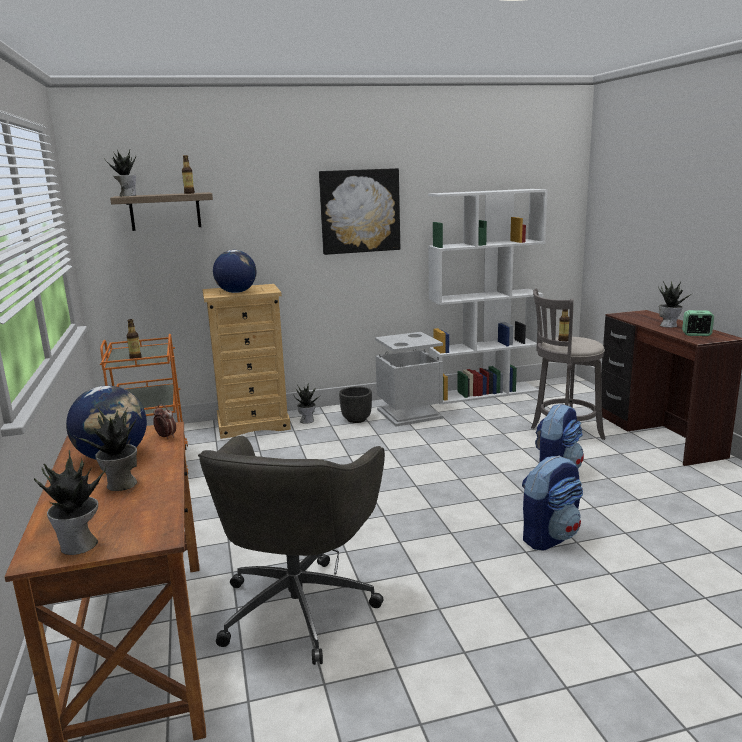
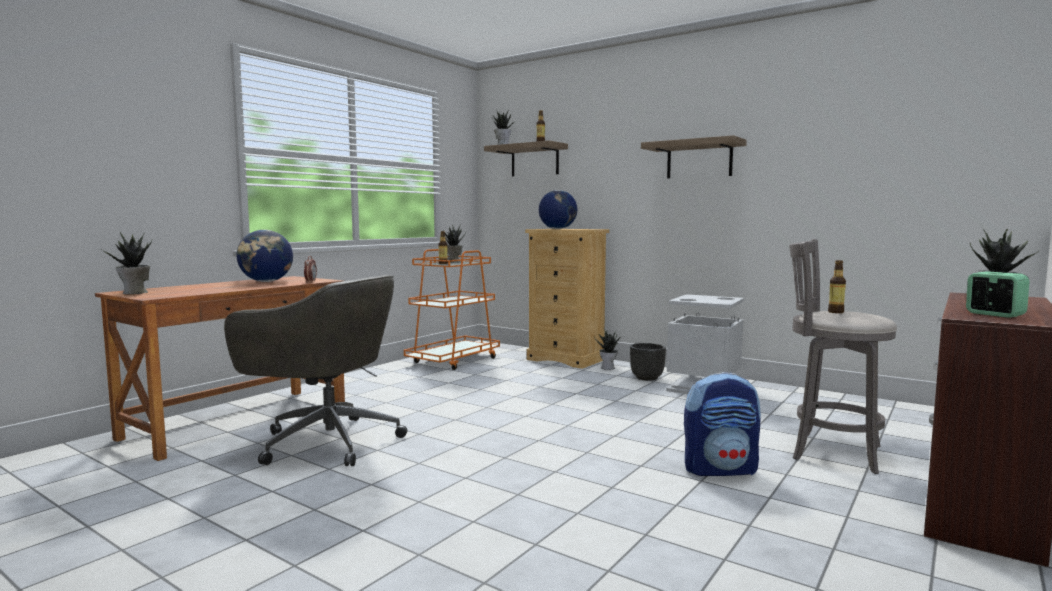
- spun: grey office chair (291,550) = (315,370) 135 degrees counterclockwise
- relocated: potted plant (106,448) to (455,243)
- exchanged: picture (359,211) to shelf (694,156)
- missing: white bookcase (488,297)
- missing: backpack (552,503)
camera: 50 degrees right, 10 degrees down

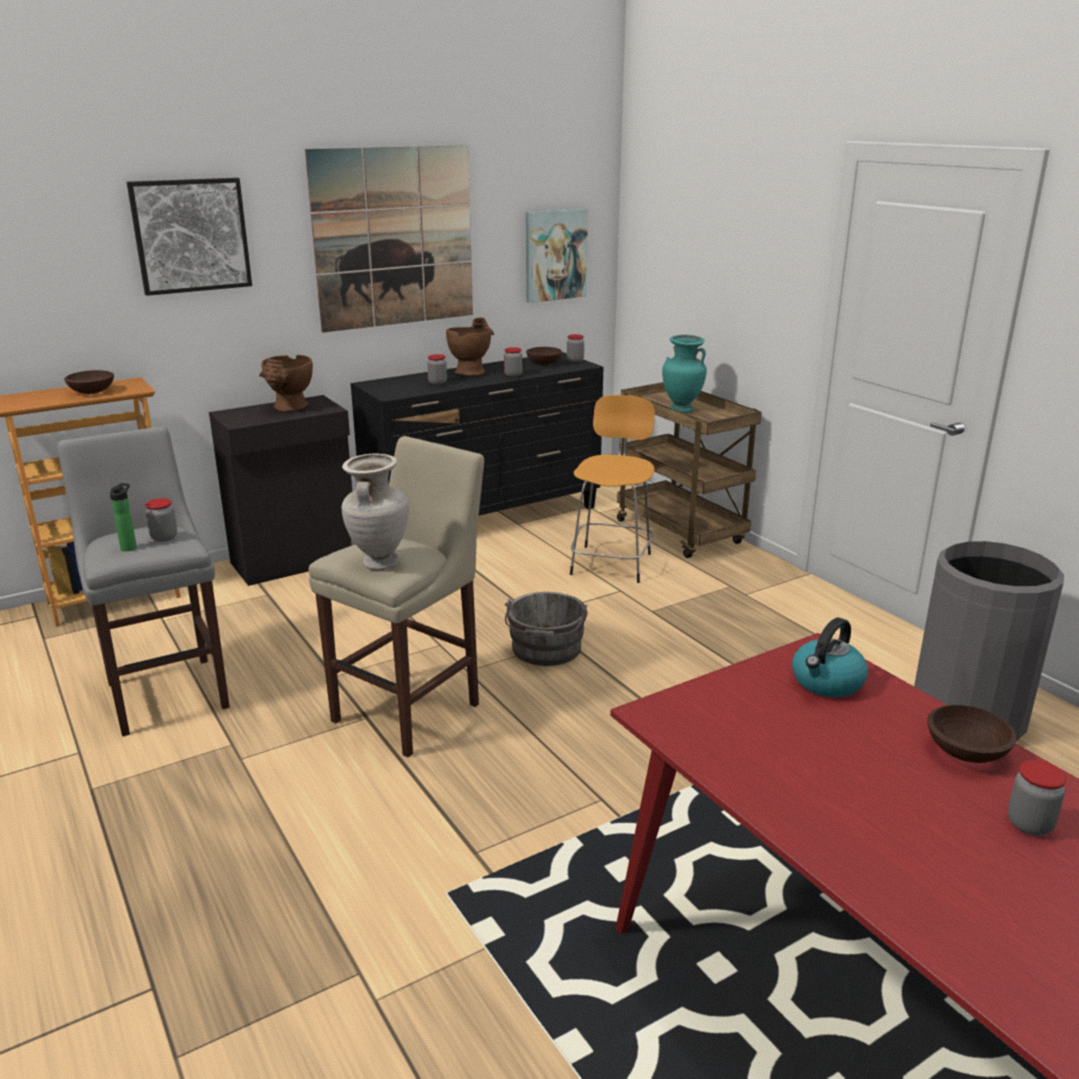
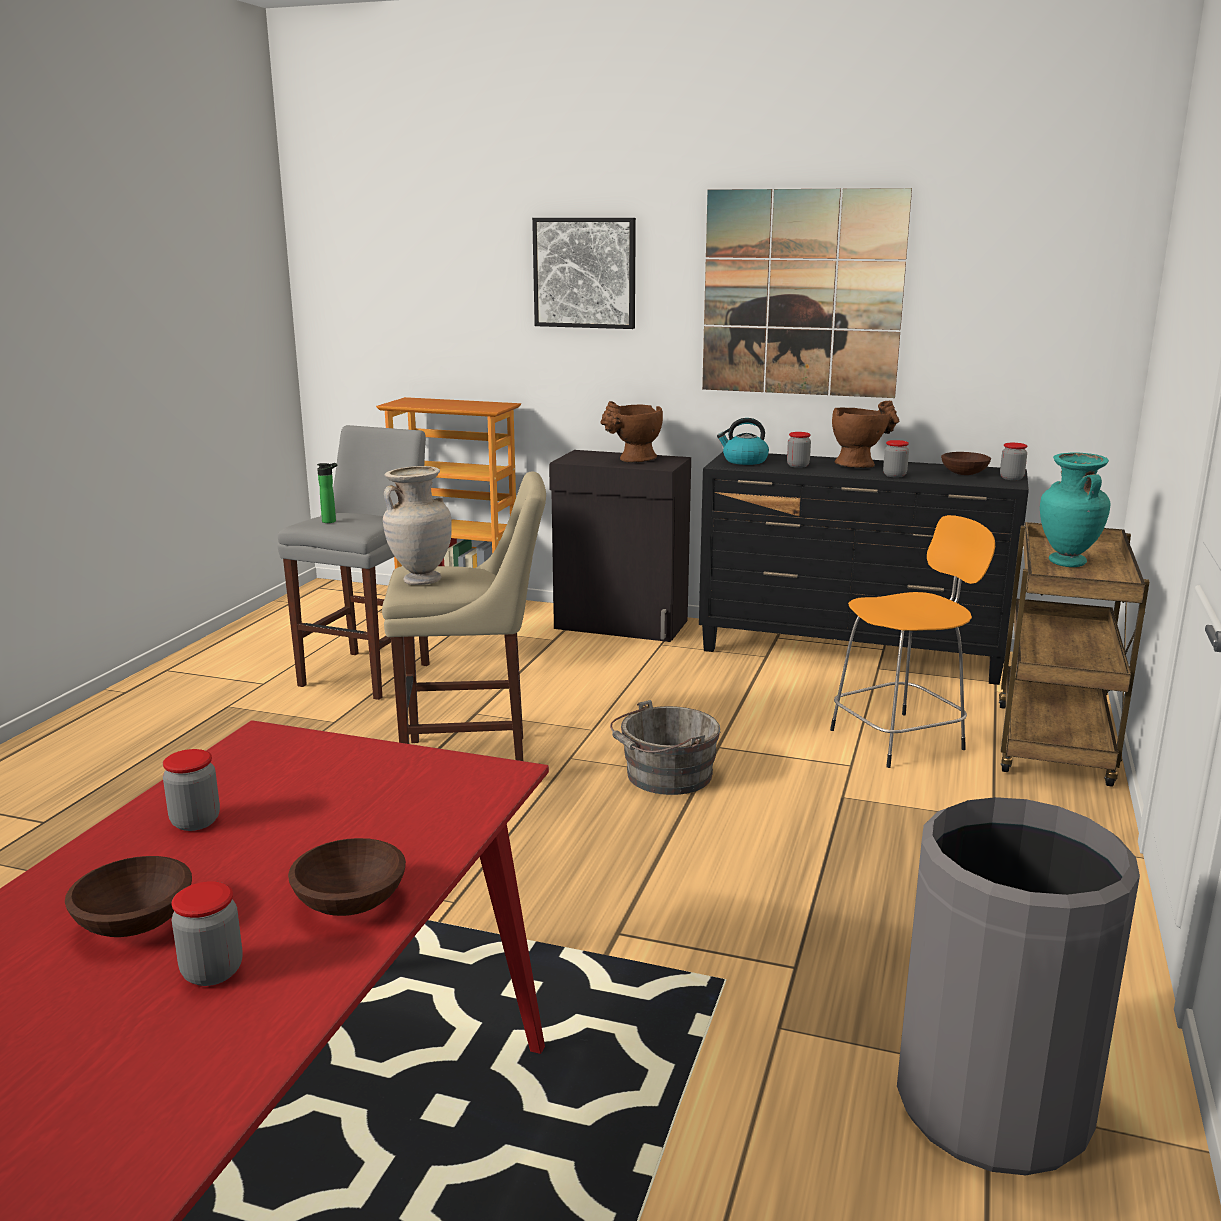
- relocated: brown bowl (89,382) to (128,896)
- relocated: jar (161,520) to (191,790)
- relocated: kettle (830,658) to (743,441)
- missing: picture (557,255)
camera: 50 degrees right, 5 degrees down

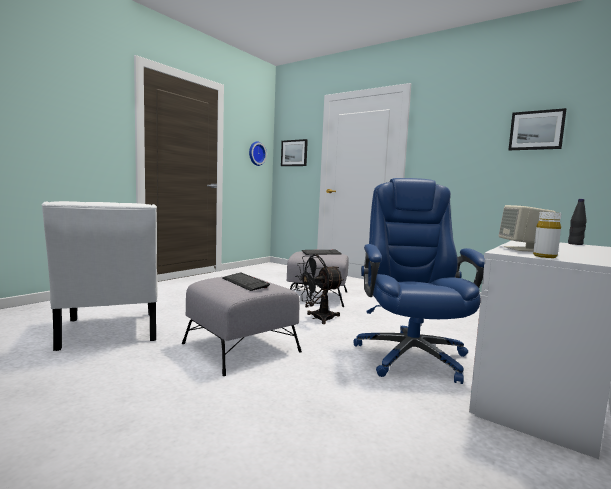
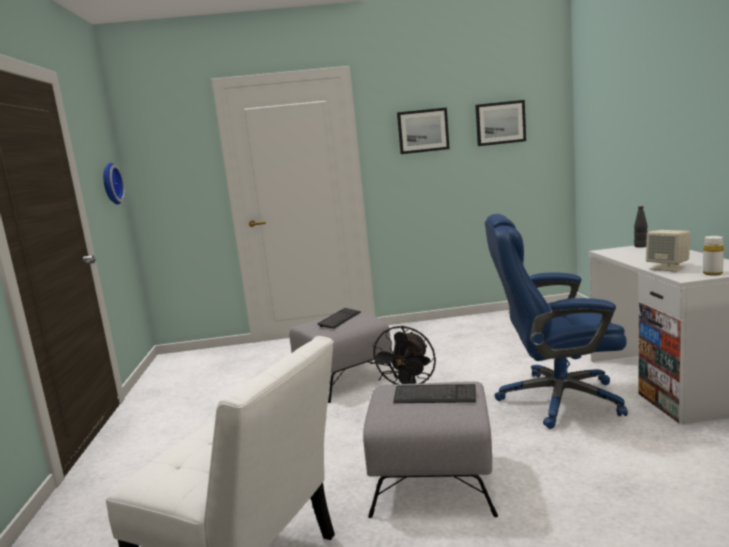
- relocated: picture (294,152) to (423,131)
- spun: blue office chair (419,281) = (556,321) 45 degrees counterclockwise
camera: 40 degrees left, 5 degrees up

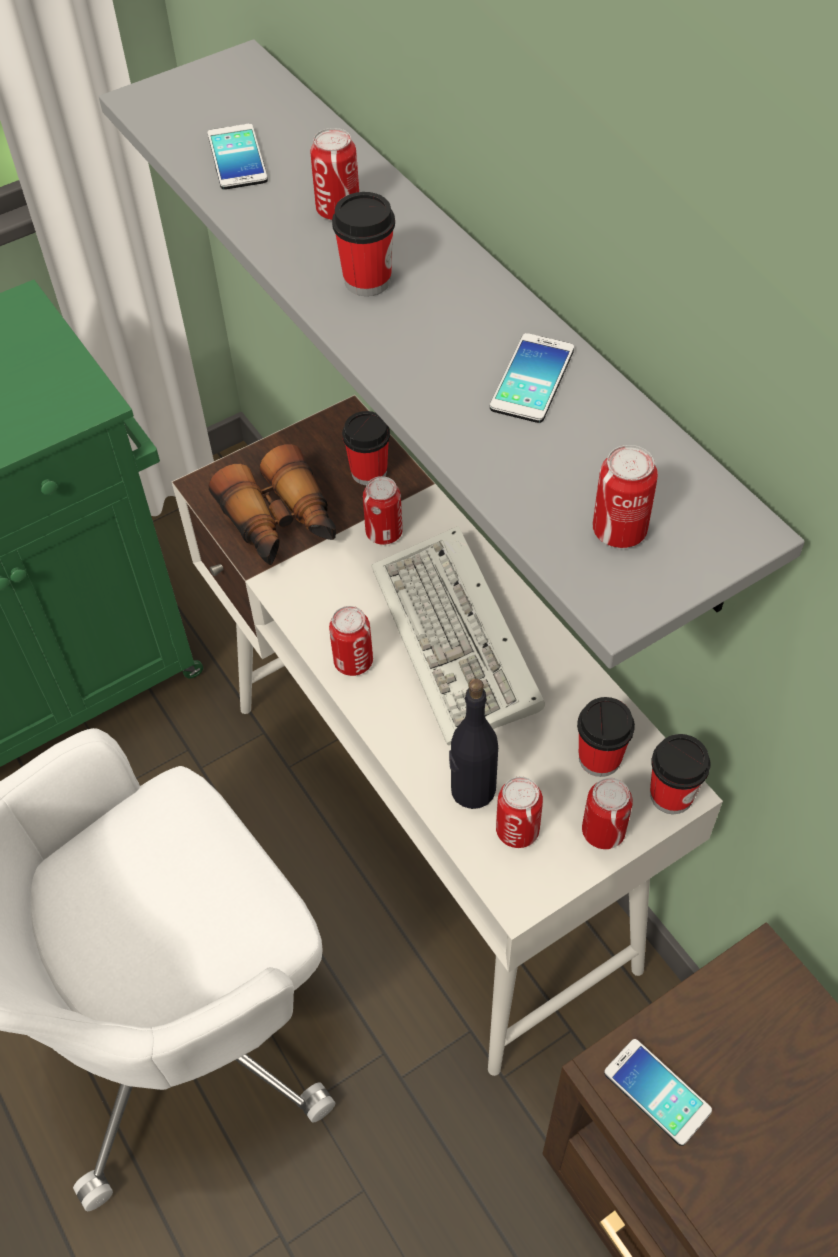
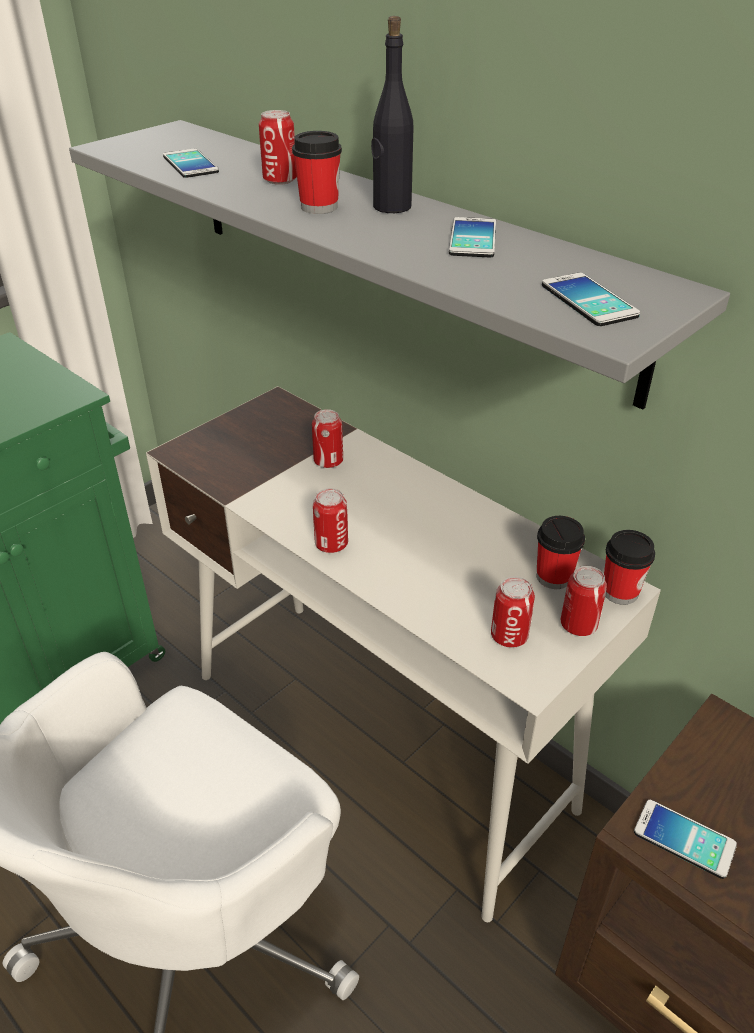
- relocated: black bottle (473,744) to (392,114)
- exchanged: can (625,496) to phone (591,299)
- missing: binoculars (272,504)
- missing: cup (366,448)
- missing: keyboard (458,635)
camera: 15 degrees left, 15 degrees down

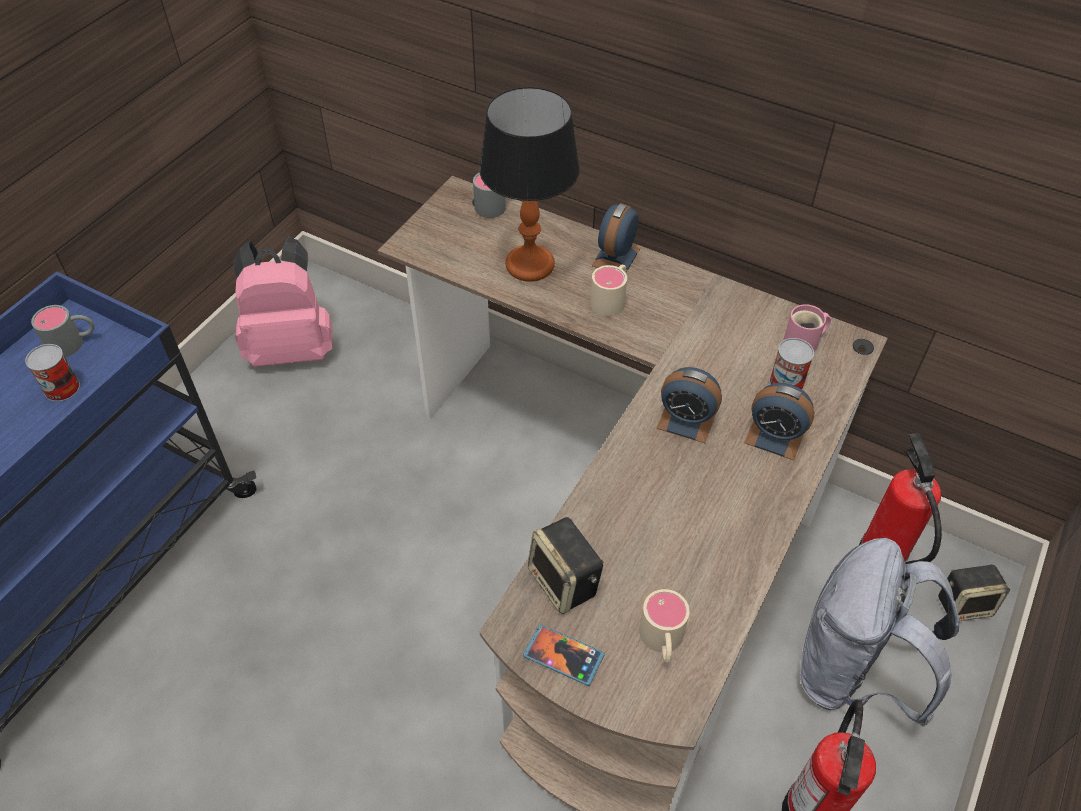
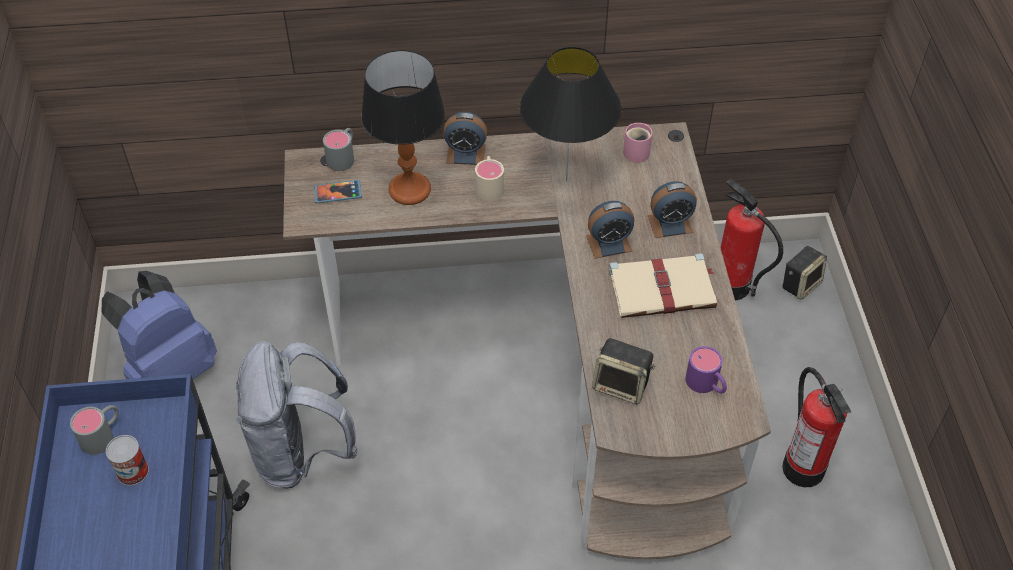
- colour: pink backpack (282,302) to blue backpack (159,325)
- relocated: grey backpack (879,632) to (297,415)
- relocated: phone (564,655) to (338,191)
- spun: alarm clock (616,237) = (465,138) 75 degrees counterclockwise
- appeared: black table lamp (571,114)
- appeared: beige book (663,285)
- colour: beige mug (664,626) to purple mug (706,370)
- missing: can (791,364)
camera: 35 degrees left, 0 degrees up

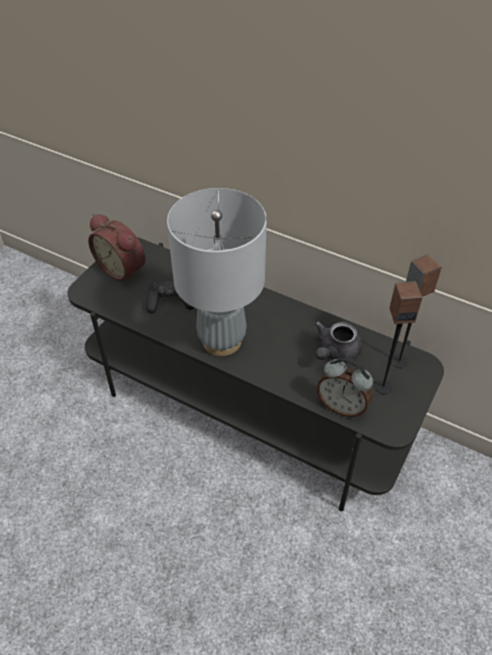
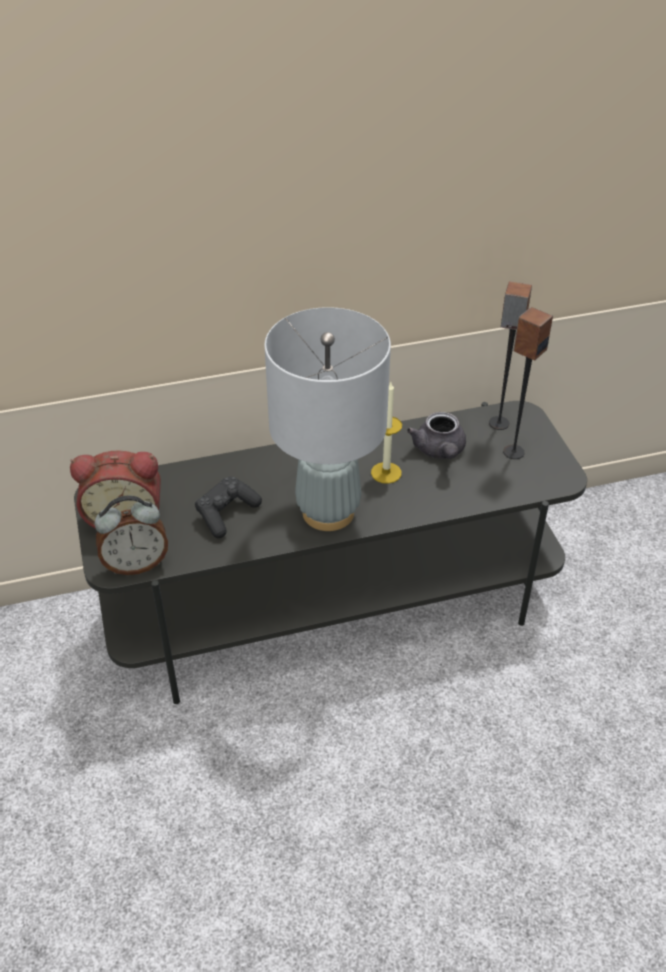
- relocated: alarm clock (345,387) to (131,535)
- appeared: candle (386,433)
camera: 45 degrees left, 5 degrees down

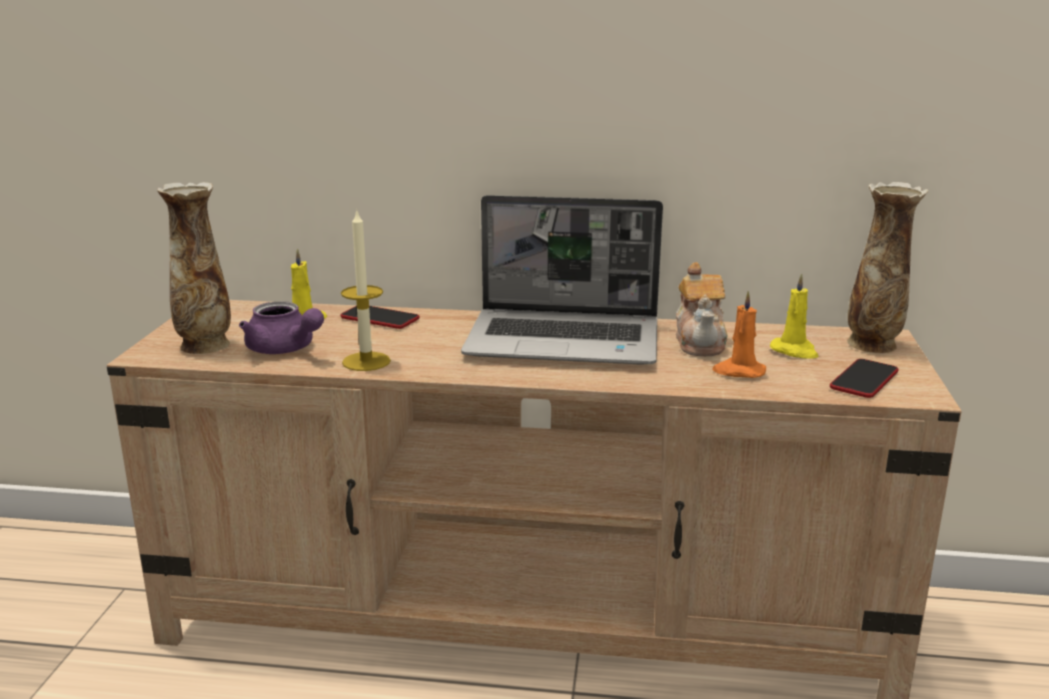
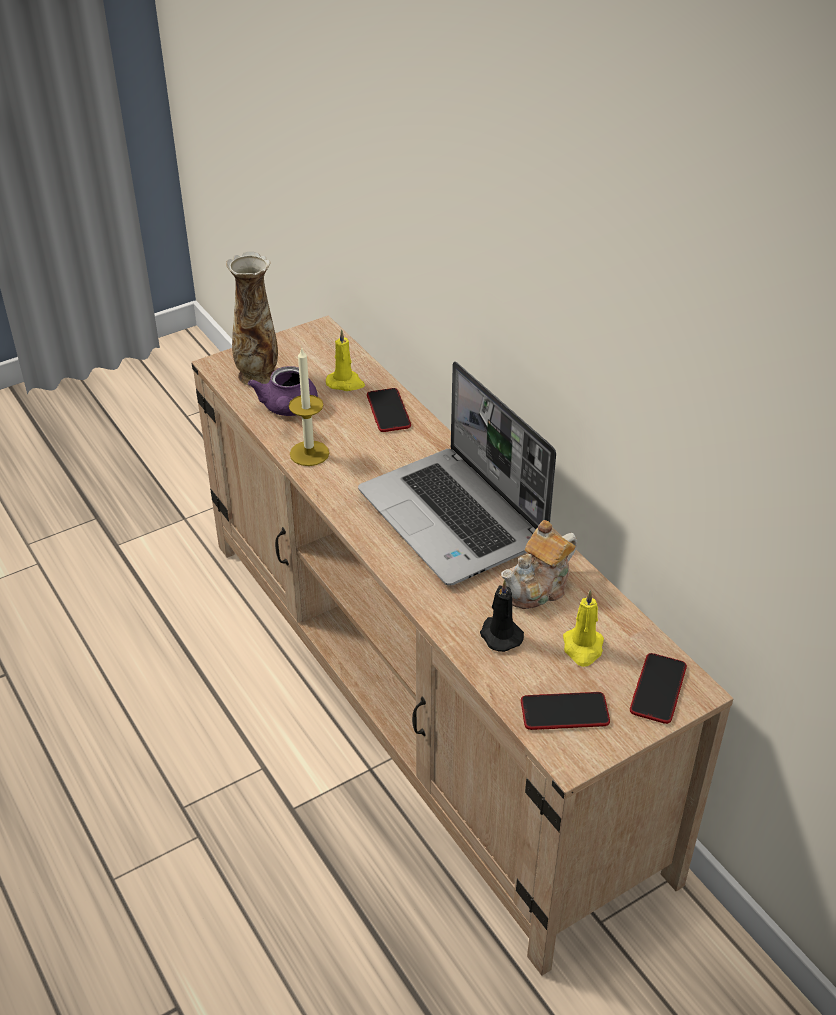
- colour: orange candle (739,334) to black candle (502,615)
- exchanged: vase (887,267) to phone (658,688)
camera: 50 degrees right, 20 degrees up

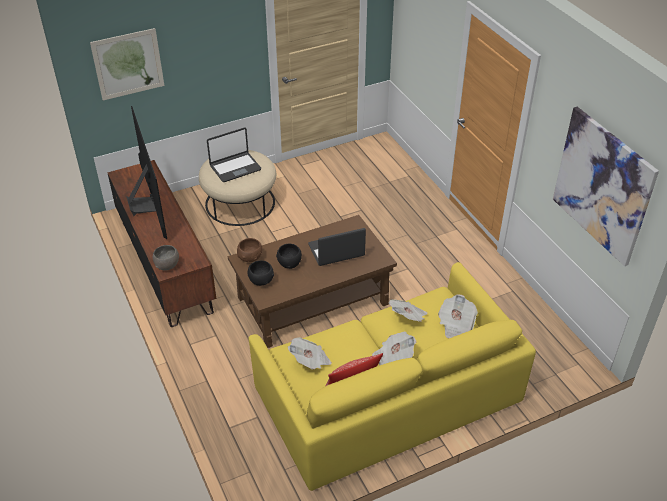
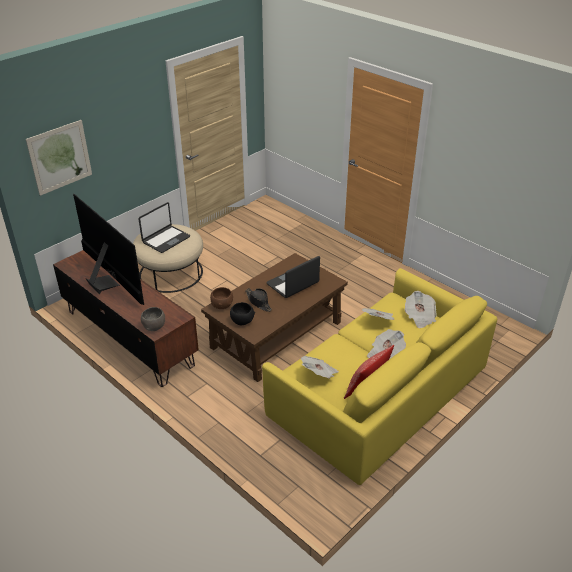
- exchanged: black bowl (289,256) to black hat (258,300)
- missing: picture (606,186)
camera: 20 degrees left, 5 degrees down

